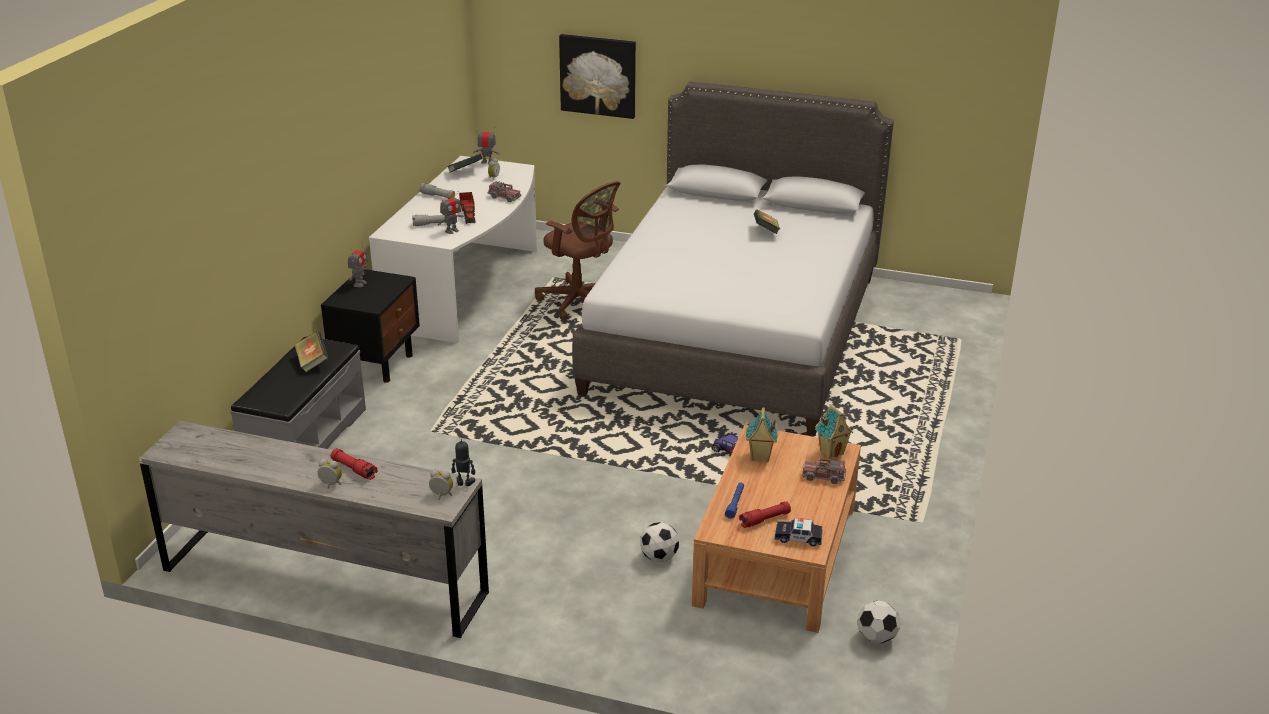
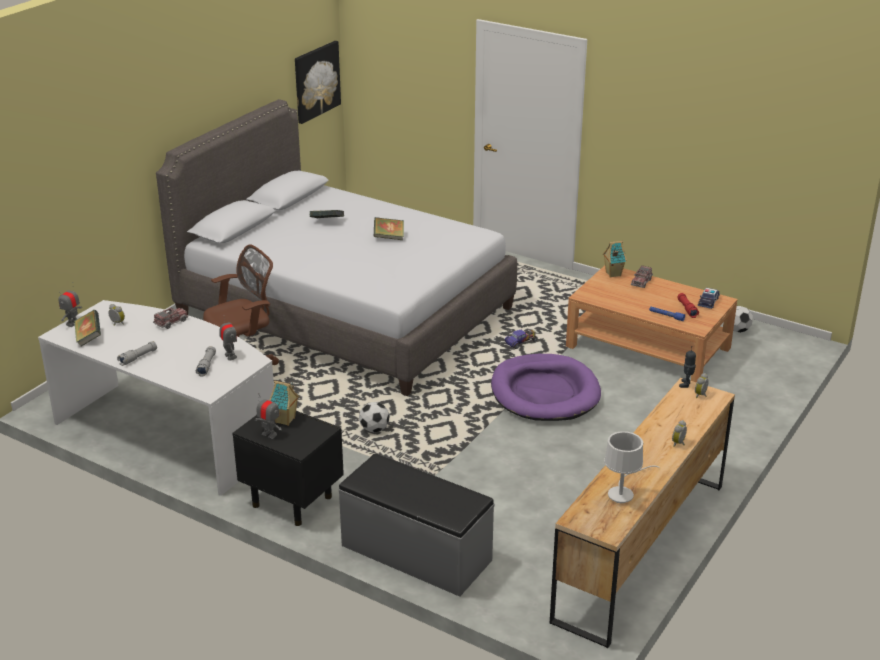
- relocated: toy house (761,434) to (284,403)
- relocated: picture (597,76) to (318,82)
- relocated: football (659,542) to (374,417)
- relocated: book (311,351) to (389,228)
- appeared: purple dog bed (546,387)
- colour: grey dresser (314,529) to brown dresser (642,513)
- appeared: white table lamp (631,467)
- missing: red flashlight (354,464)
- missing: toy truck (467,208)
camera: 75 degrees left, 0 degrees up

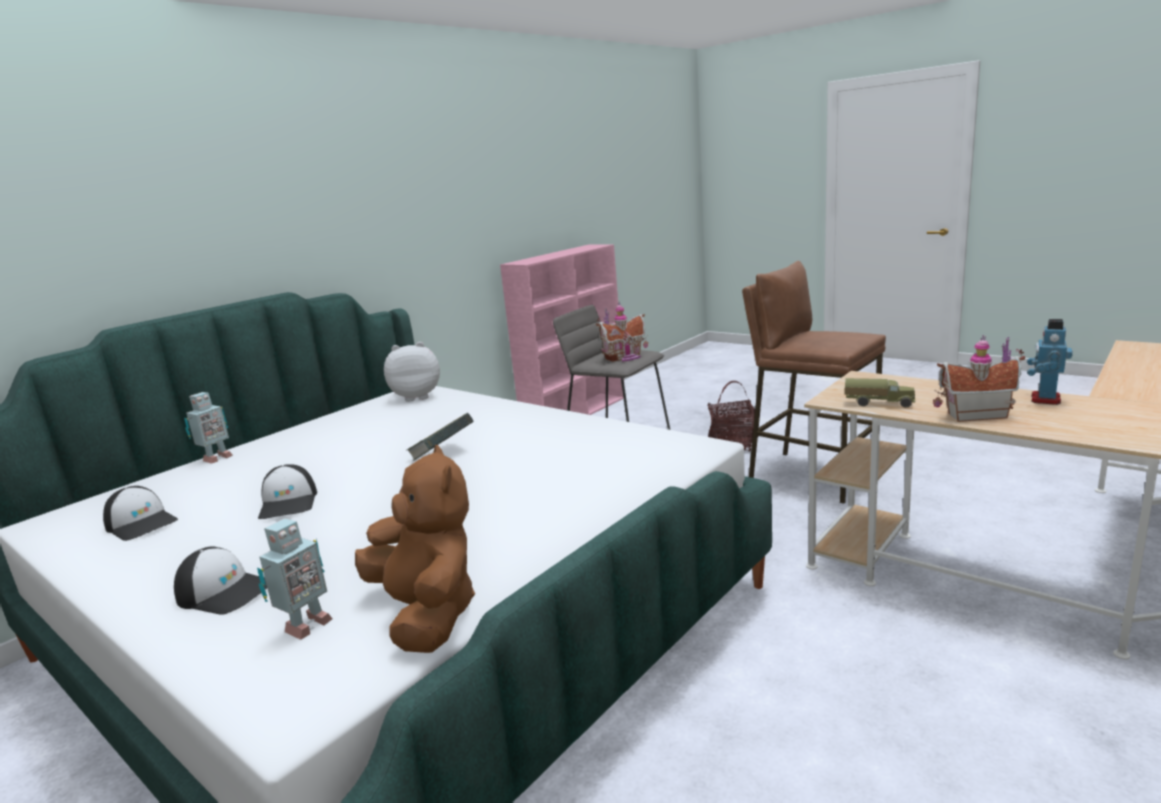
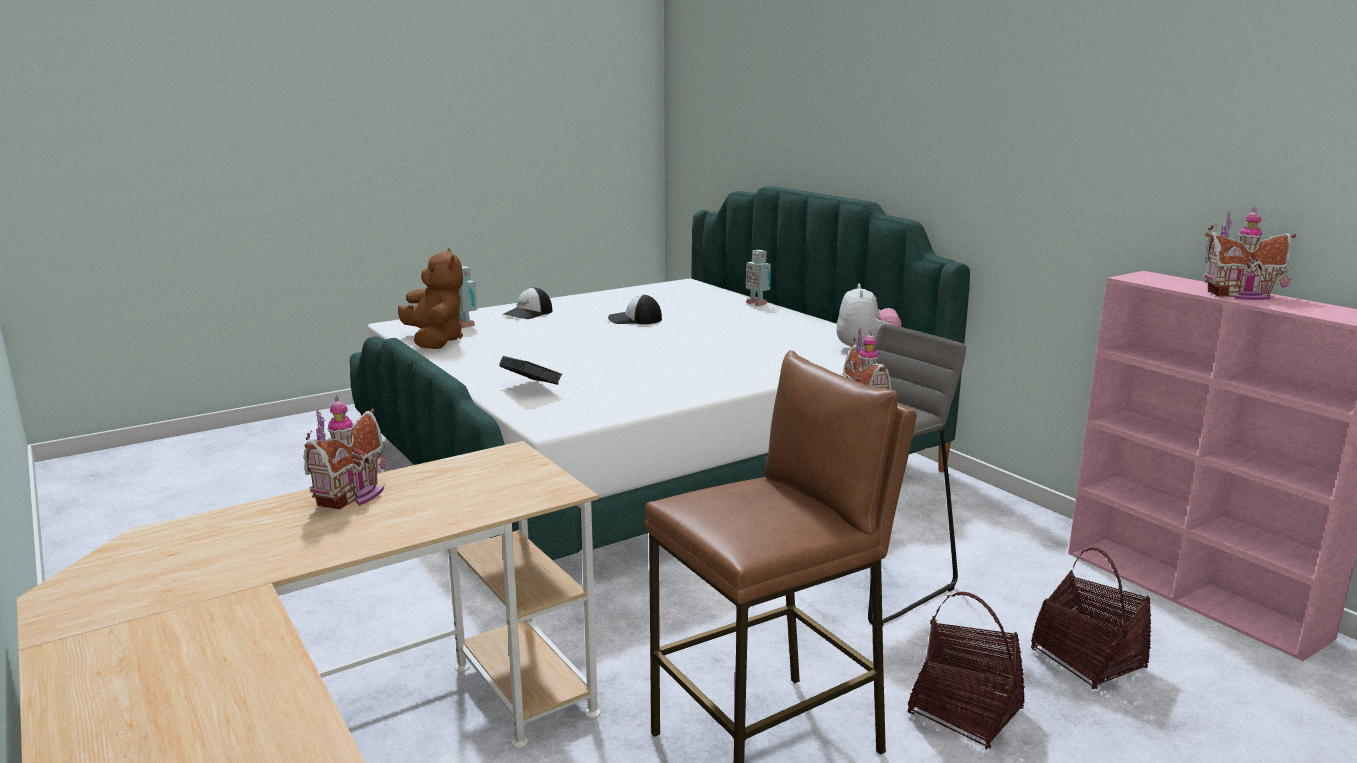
- spun: brown plush toy (415,549) = (430,298) 105 degrees counterclockwise
- relocated: book (440,437) to (531,370)
- appeared: basket (1091,618)
- appeared: toy house (1250,253)
- missing: cap (140,513)
- missing: toy truck (879,393)
- missing: toy robot (1050,362)
camera: 105 degrees right, 0 degrees up

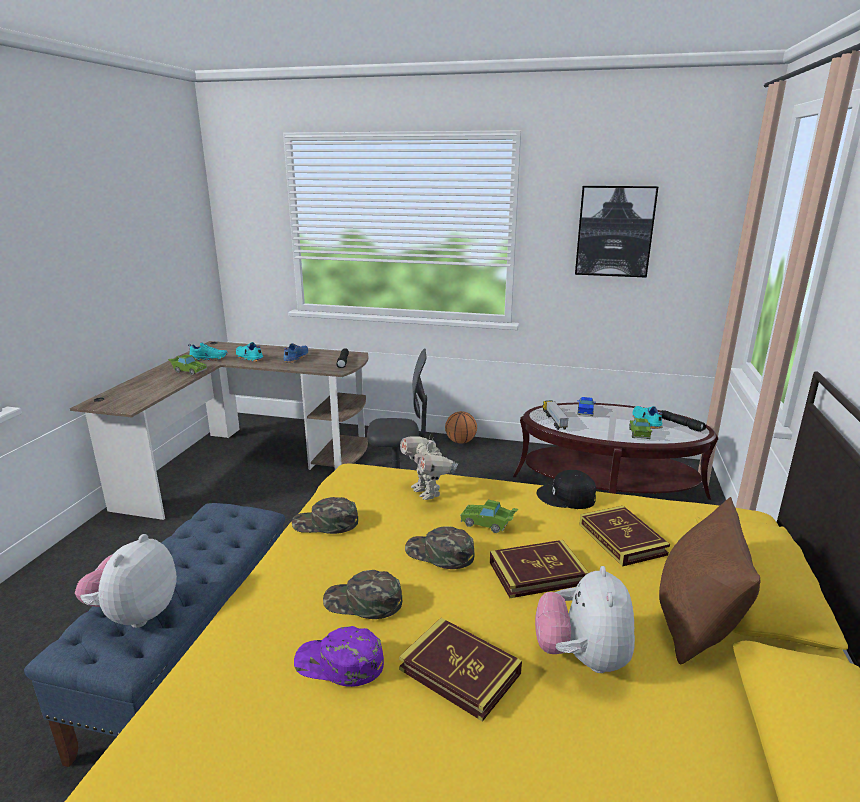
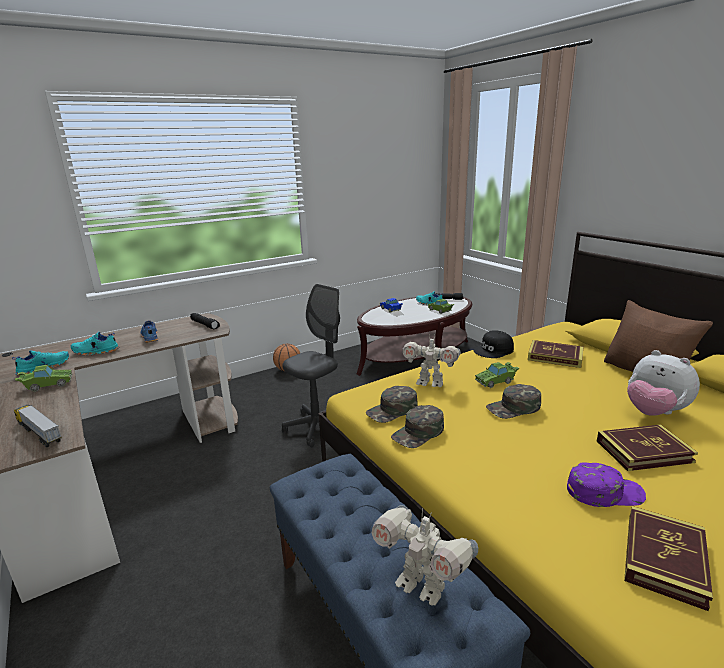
- relocated: toy truck (556,415) to (38,426)
- relocated: green cap (362,594) to (392,404)
- exchanged: plush toy (126,581) to toy robot (425,555)
- spun: purple cap (339,656) = (606,484) 150 degrees counterclockwise
- relocated: book (539,569) to (668,558)
- missing: picture (616,232)
camera: 45 degrees left, 0 degrees up

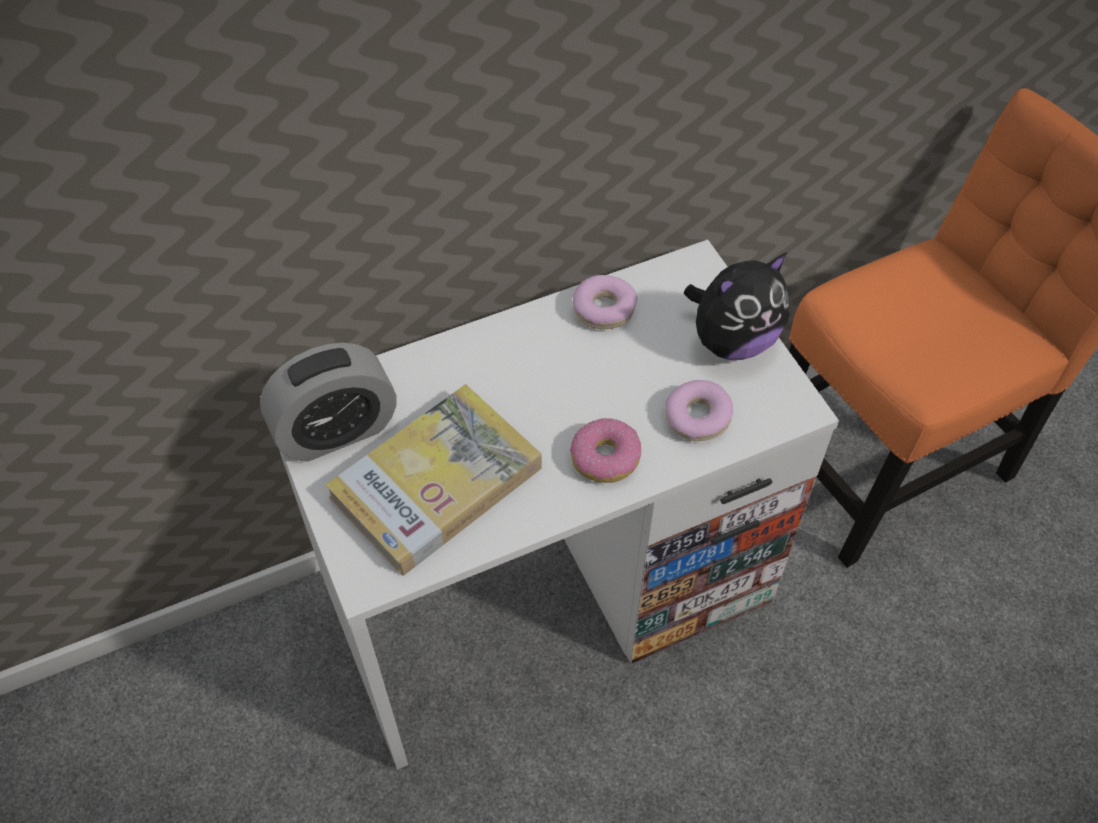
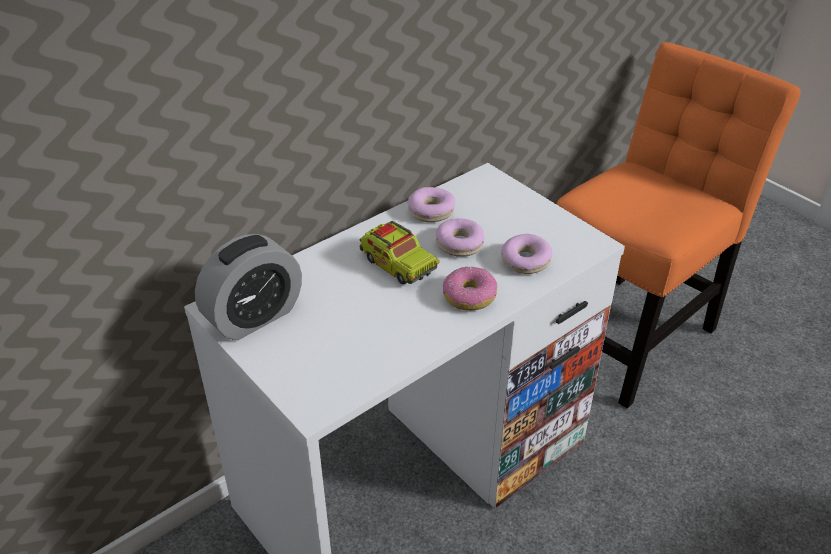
- appeared: toy truck (399,252)
- appeared: donut (460,237)
- missing: book (433,480)
- missing: plush toy (736,306)
camera: 15 degrees left, 15 degrees down

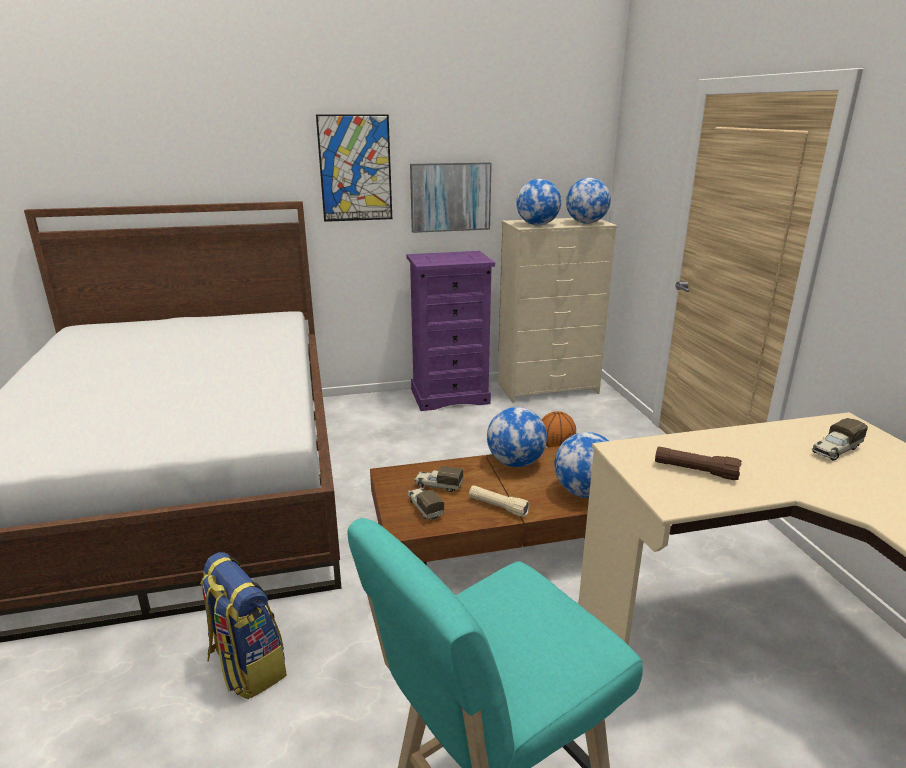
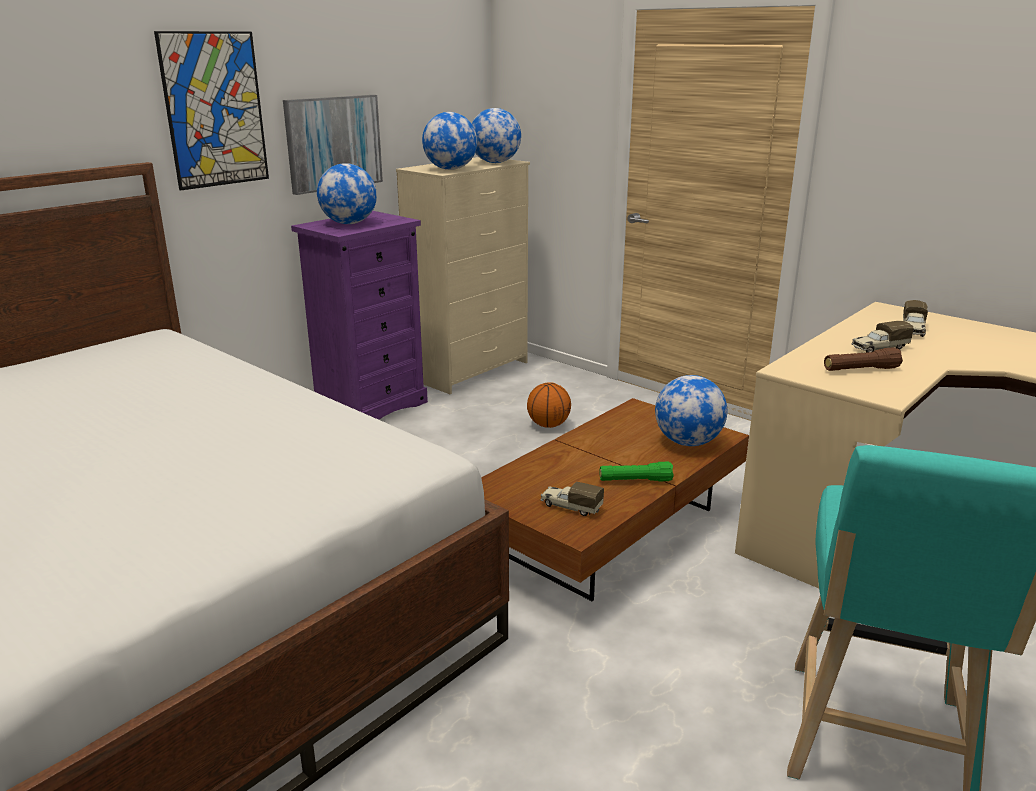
- relocated: globe (517,437) to (347,193)
- colour: beige flashlight (499,501) to green flashlight (637,471)
- relocated: toy truck (439,479) to (883,337)
- missing: backpack (243,626)
camera: 35 degrees left, 0 degrees up

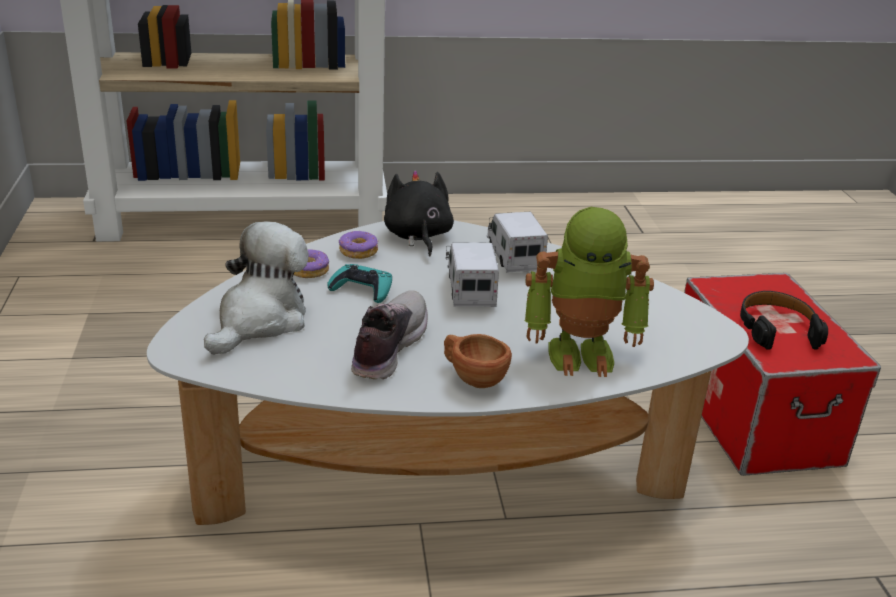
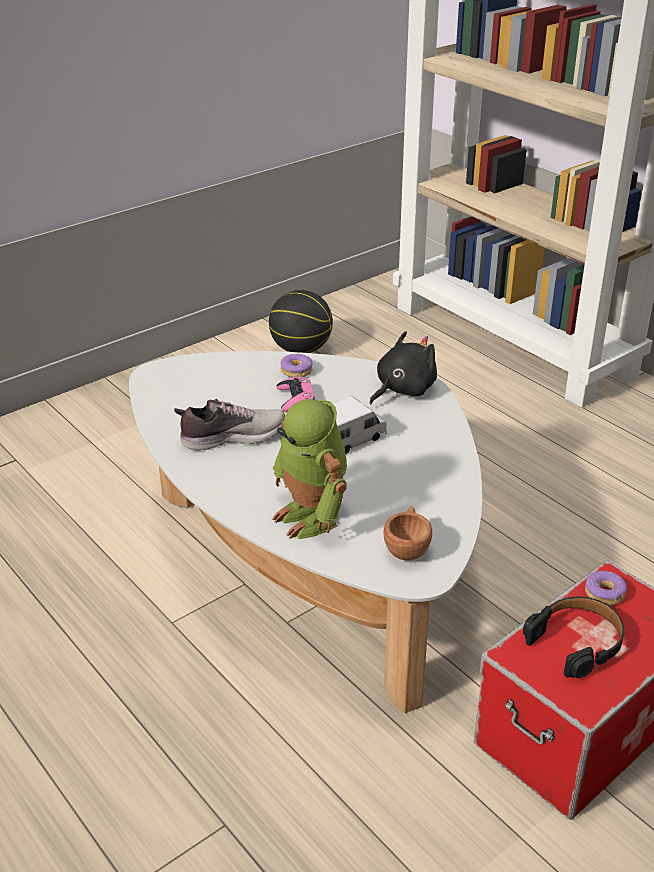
- appeared: basketball (301,321)
- colour: turquoise game controller (359,283) to pink game controller (296,394)
- relocated: brown cup (478,361) to (407,533)
- relocated: donut (358,245) to (605,588)
- missing: plush toy (256,288)
- missing: toy truck (517,242)
camera: 60 degrees right, 5 degrees up

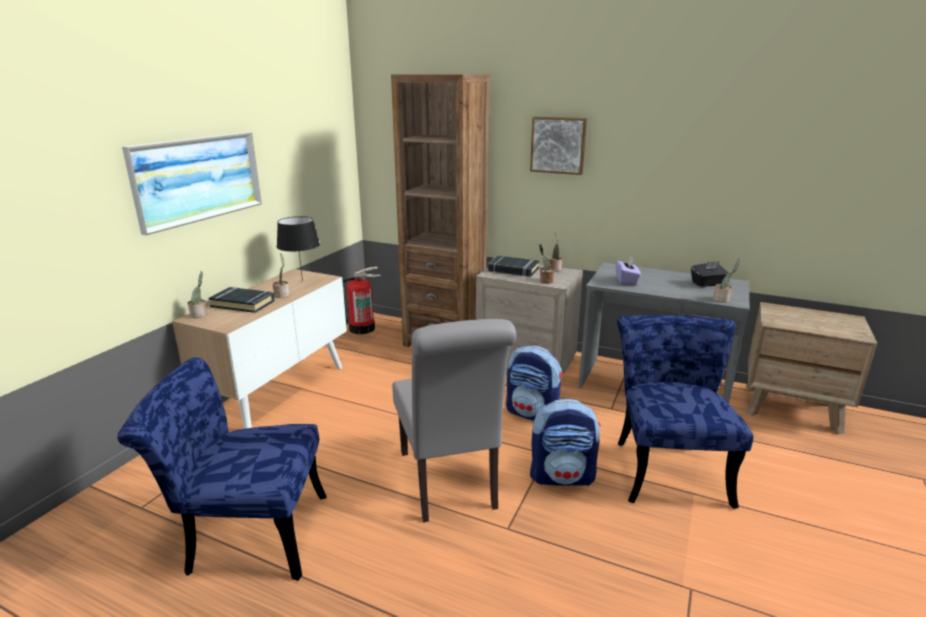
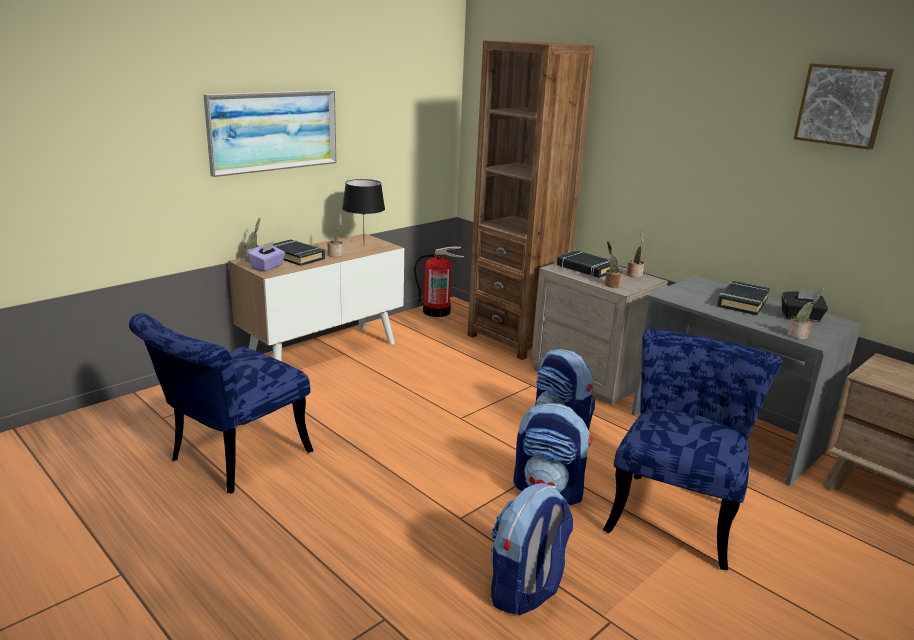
- spun: blue chair (222,469) = (221,403) 75 degrees counterclockwise
- relocated: purple tissue box (628,271) to (266,256)
- appeared: backpack (532,549)
- appeared: black book (743,298)
- relocated: picture (558,146) to (844,106)
- missing: grey chair (454,420)
camera: 20 degrees right, 0 degrees up

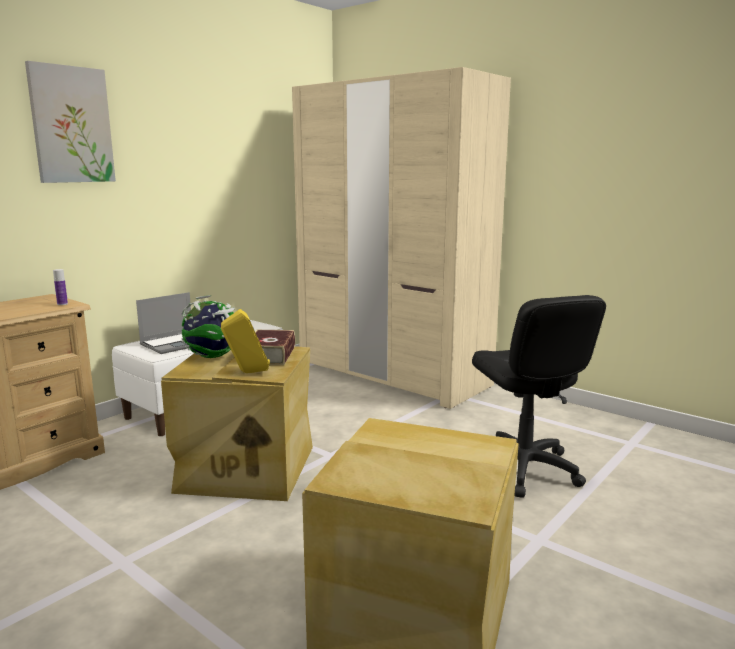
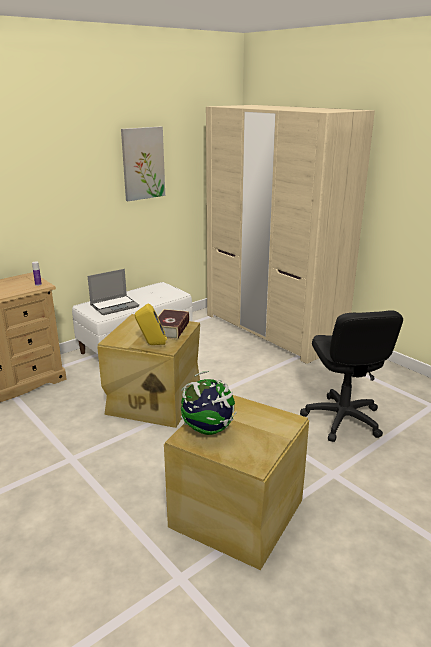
- relocated: picture (70,122) to (143,164)
- relocated: globe (208,326) to (209,403)
camera: 10 degrees right, 10 degrees up

